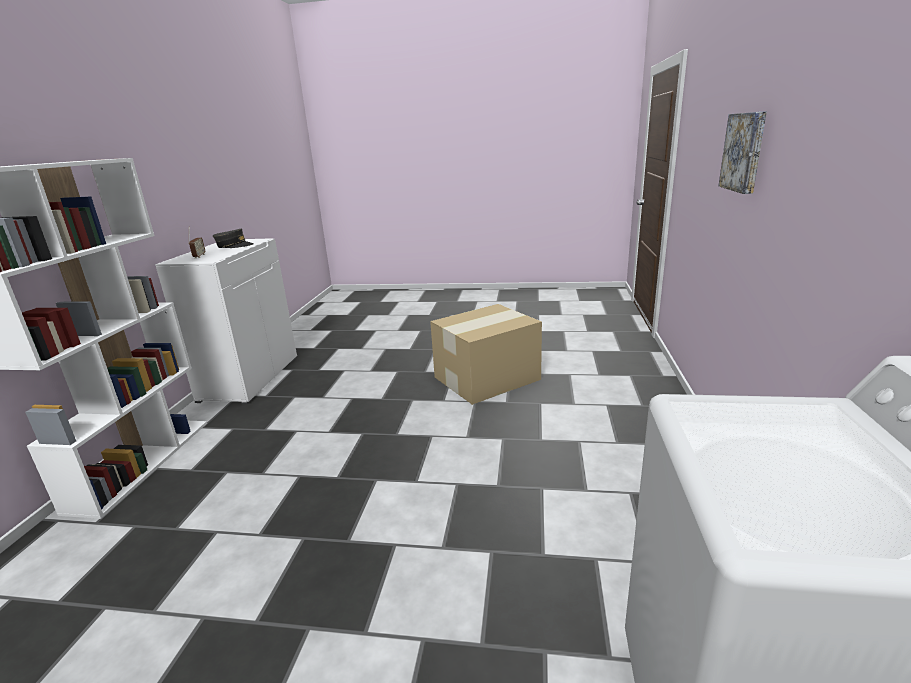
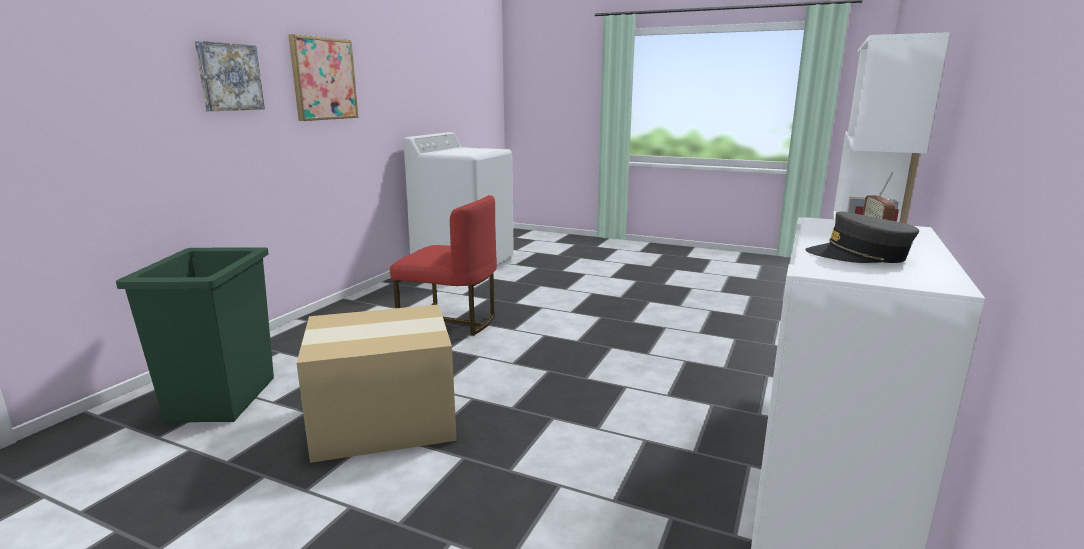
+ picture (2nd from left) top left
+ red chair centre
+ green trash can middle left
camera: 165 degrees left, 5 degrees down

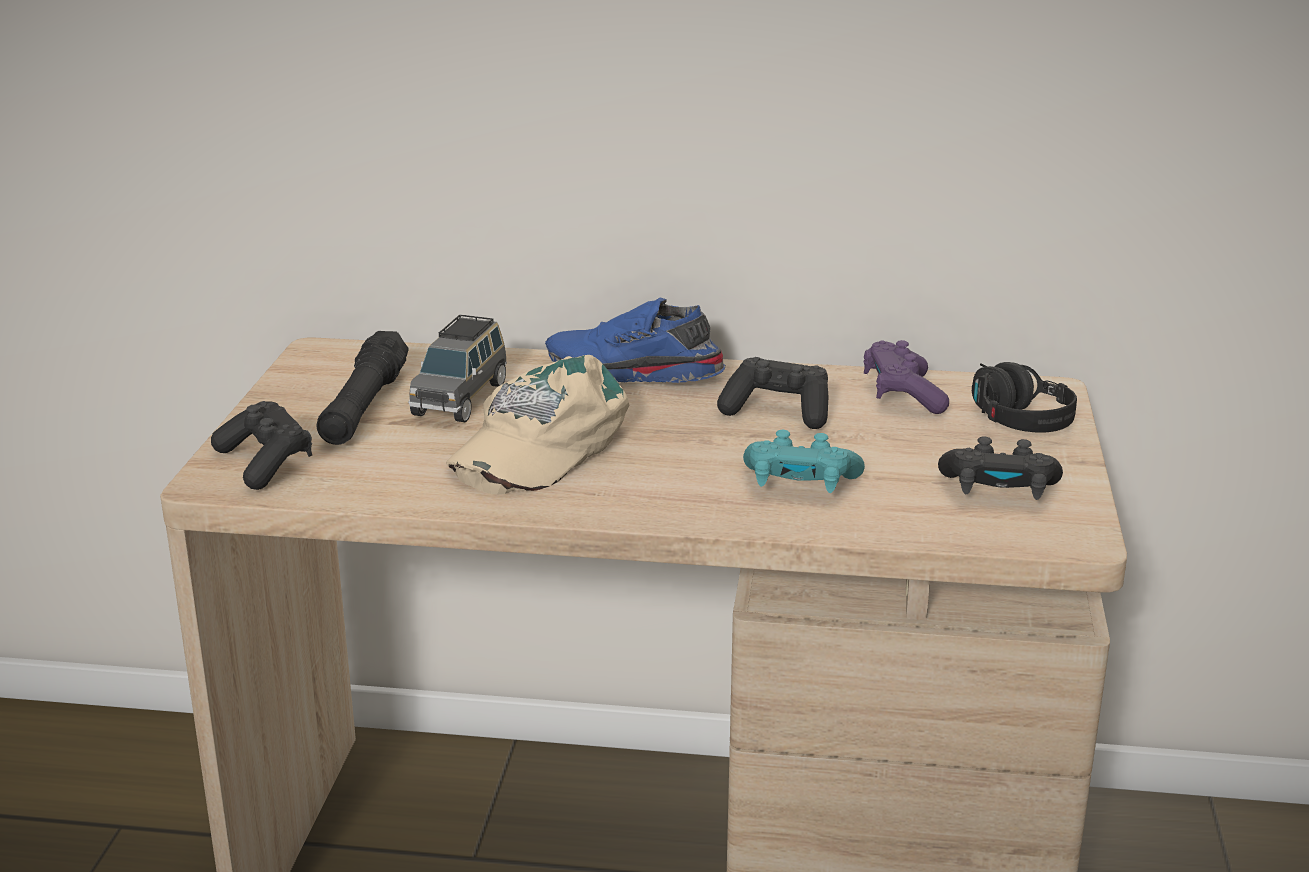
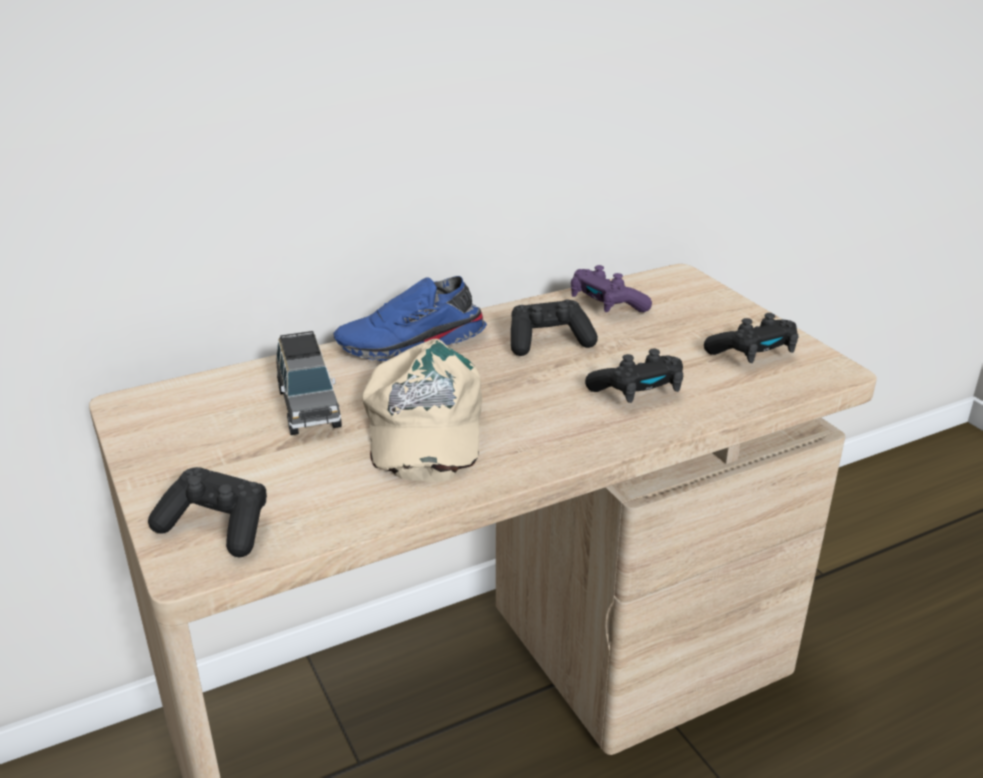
- black flashlight middle left
- black headphones middle right
~ turquoise game controller centre to black game controller (3rd from left) centre
camera: 35 degrees left, 5 degrees up

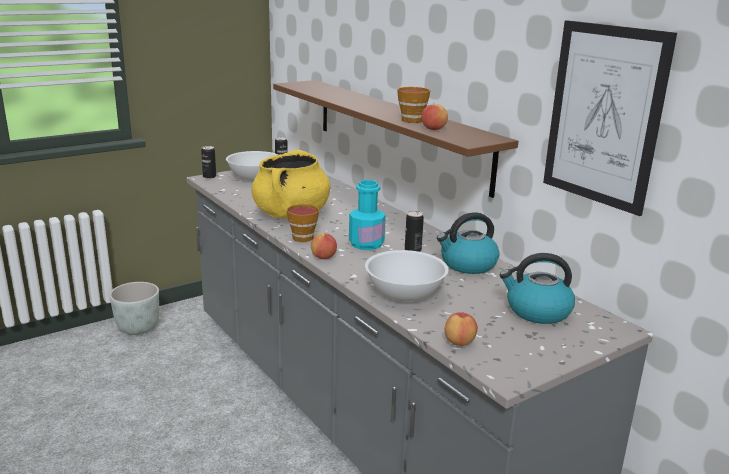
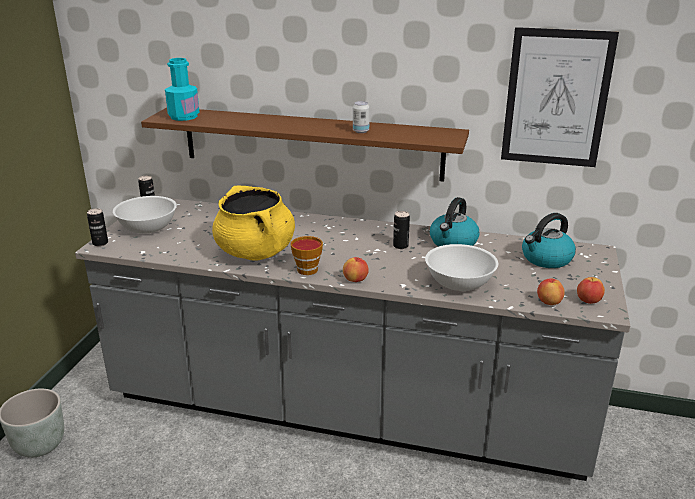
~ cup (2nd from left) top centre to can (3rd from left) top centre
~ apple (2nd from left in the first image) top centre to apple (3rd from left) middle right
~ turquoise bottle centre to top left
camera: 40 degrees left, 5 degrees up

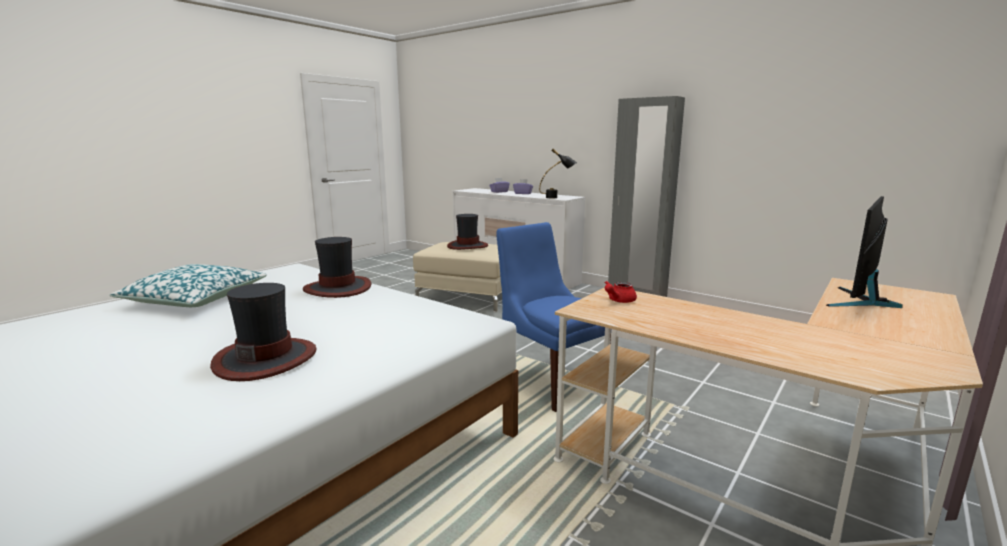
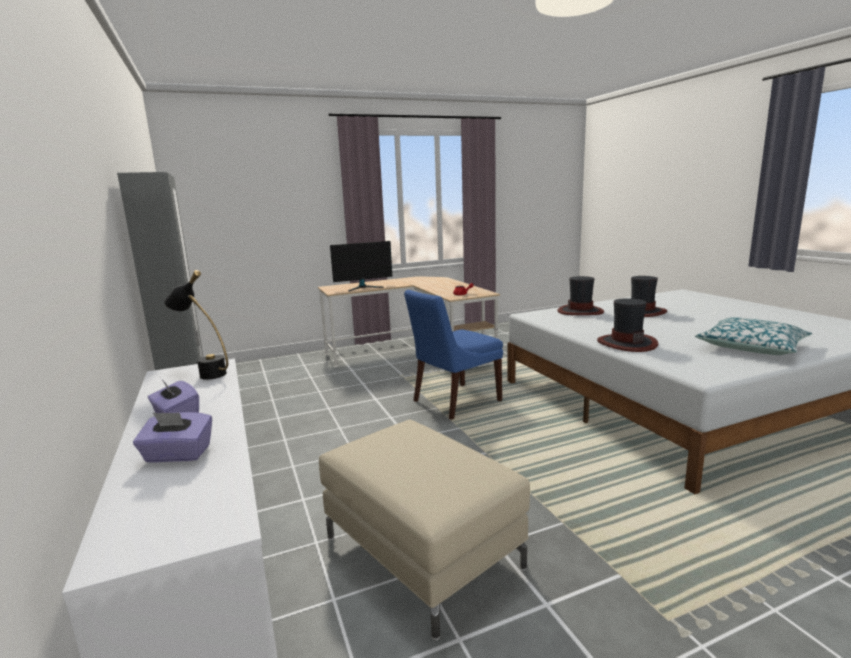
~ hat (3rd from left in the first image) centre to hat (1st from left) middle right
~ blue chair centre = centre 60 degrees clockwise
camera: 150 degrees left, 0 degrees up

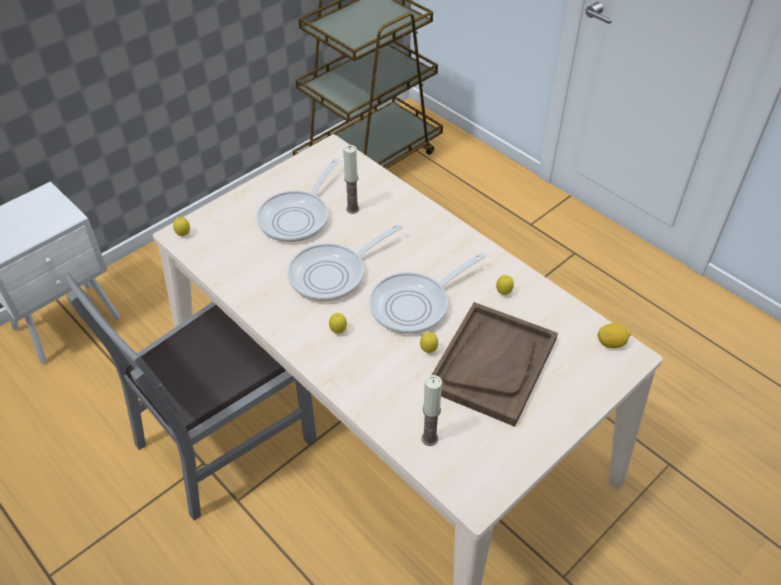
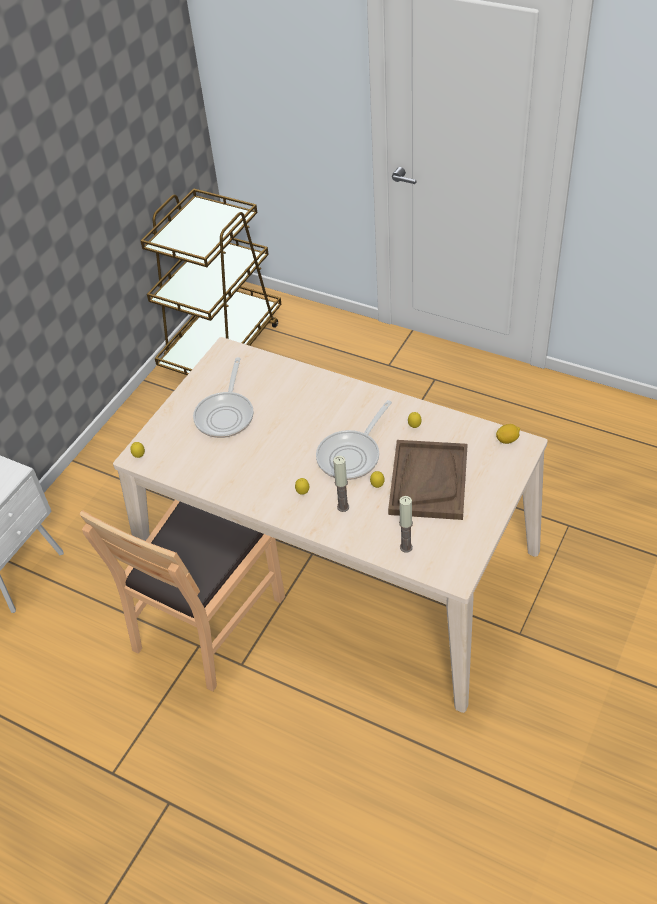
~ candle (1st from left) top centre to centre
- frying pan (2nd from left) centre
~ grey chair bottom left to brown chair middle left
camera: 15 degrees left, 0 degrees up

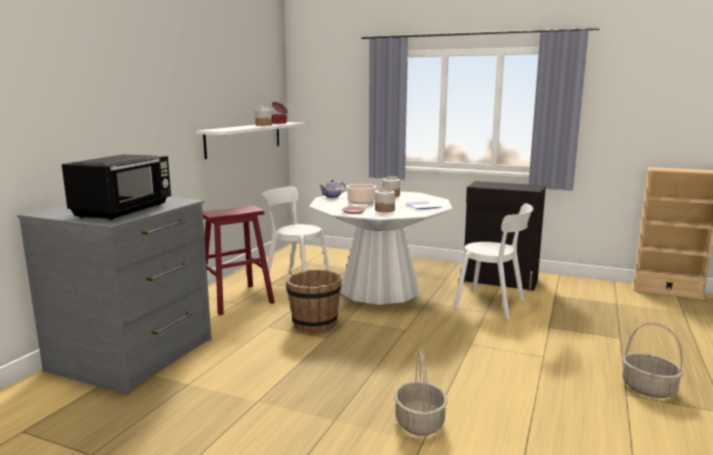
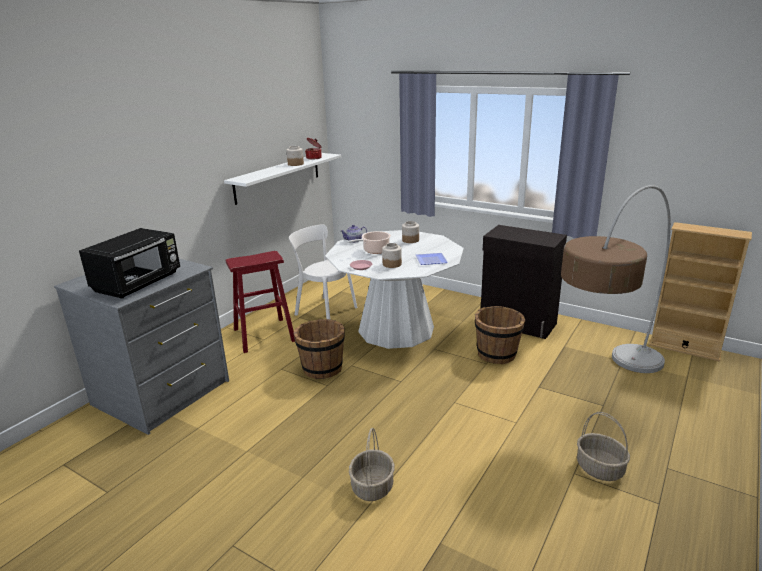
~ white chair (2nd from left) middle right to brown bucket (2nd from left) centre
+ floor lamp middle right
camera: 10 degrees right, 10 degrees up

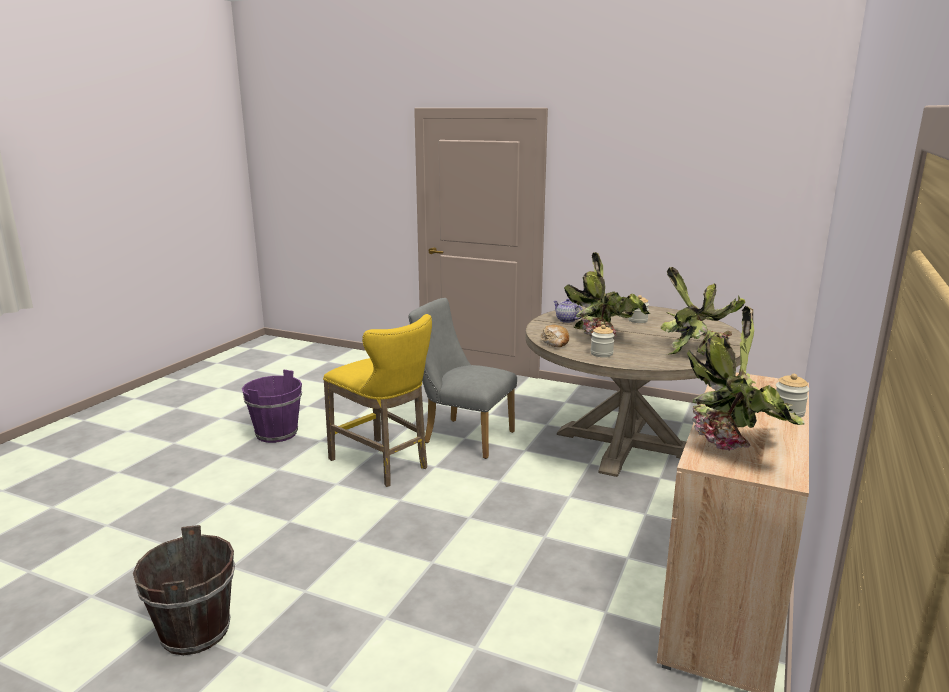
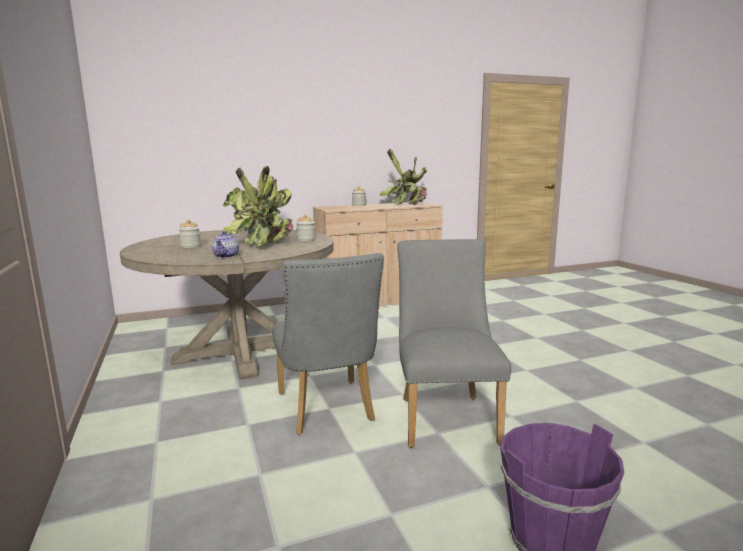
~ yellow stool centre to grey chair (2nd from left) centre
- bread centre
- brown bucket bottom left
camera: 135 degrees left, 5 degrees down

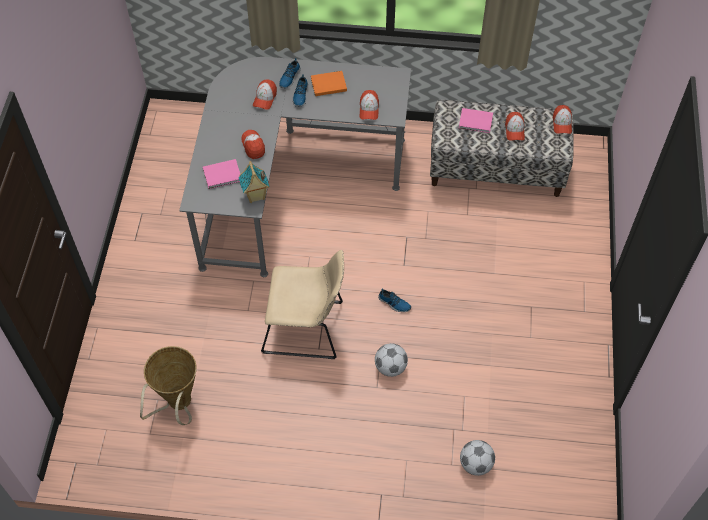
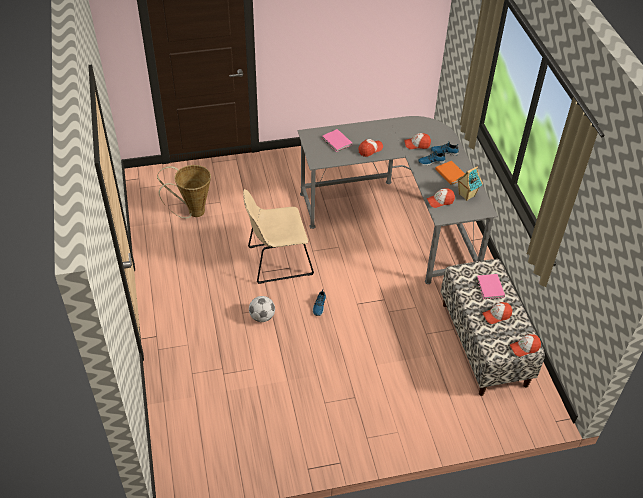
~ toy house centre to middle right
~ beige chair centre = centre 90 degrees clockwise
- football (2nd from left) bottom right
camera: 70 degrees right, 10 degrees down

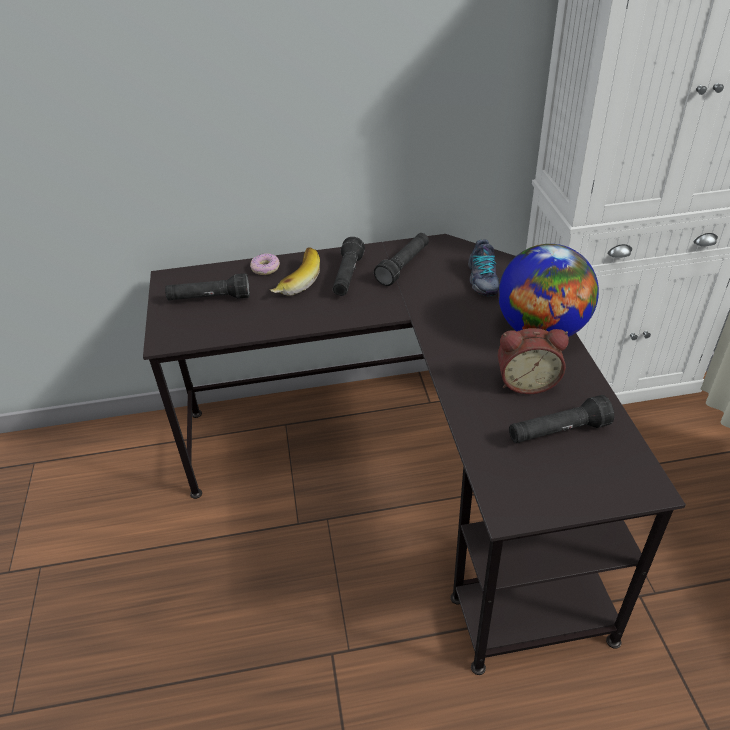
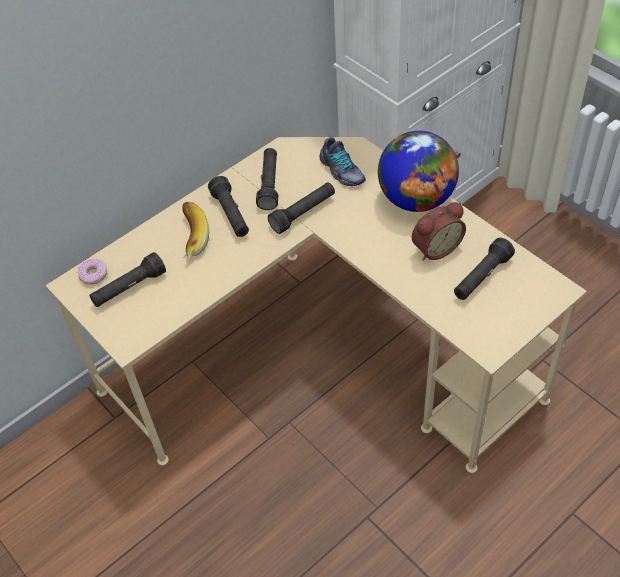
~ black desk centre to beige desk centre
~ donut centre to middle left
+ black flashlight (4th from left) centre
camera: 30 degrees left, 10 degrees up

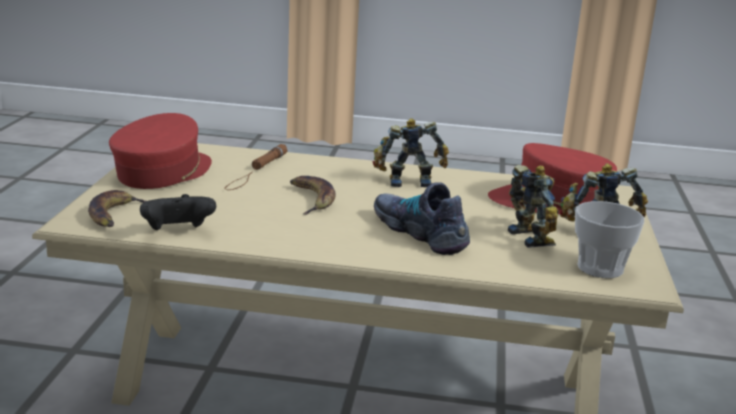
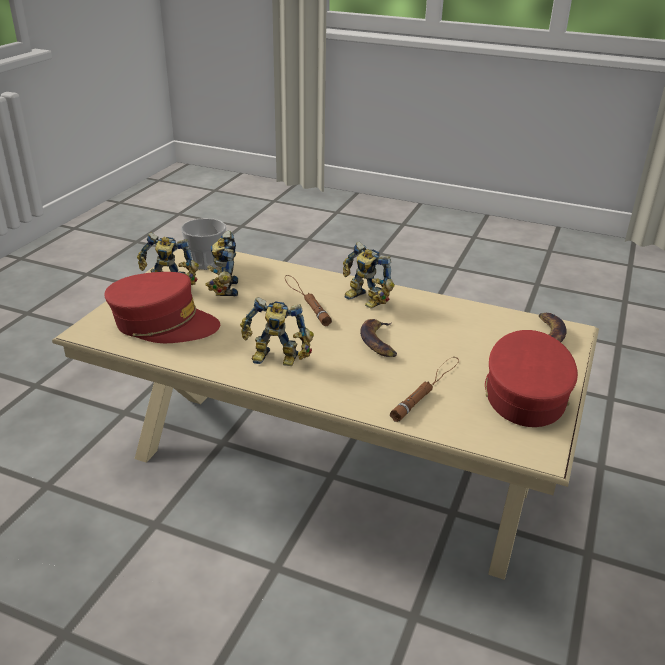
~ red cap (1st from left in the first image) middle left = middle right 150 degrees clockwise
~ shoe centre to brown flashlight (1st from left) centre
- black game controller middle left
+ toy robot (4th from left) centre
camera: 165 degrees left, 10 degrees up

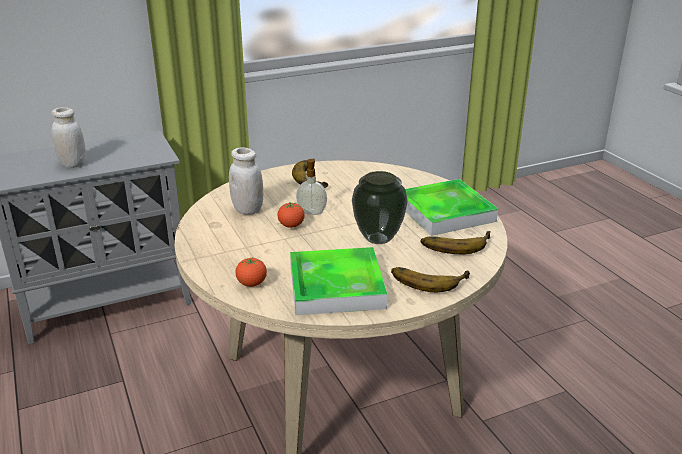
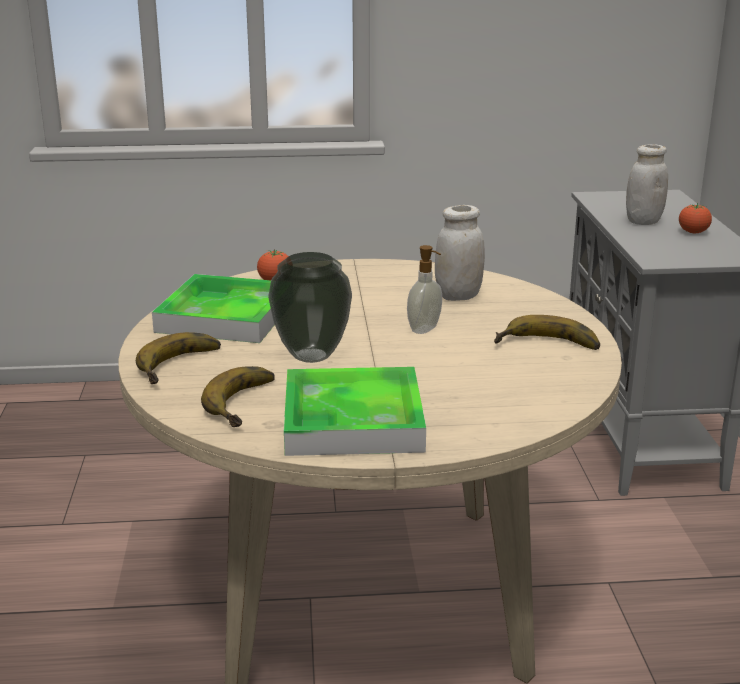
~ tomato (2nd from left) centre to top right
camera: 110 degrees right, 5 degrees down

